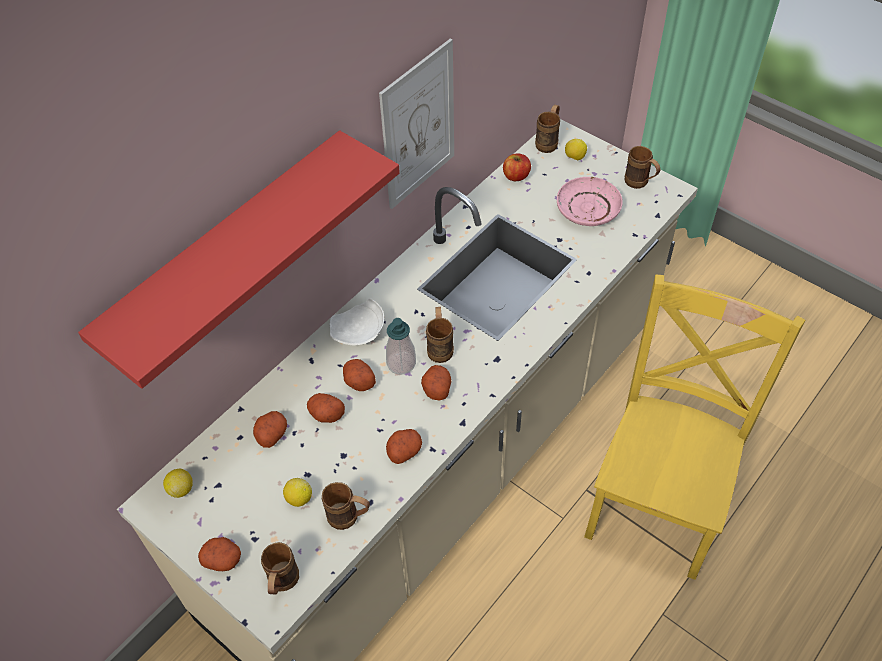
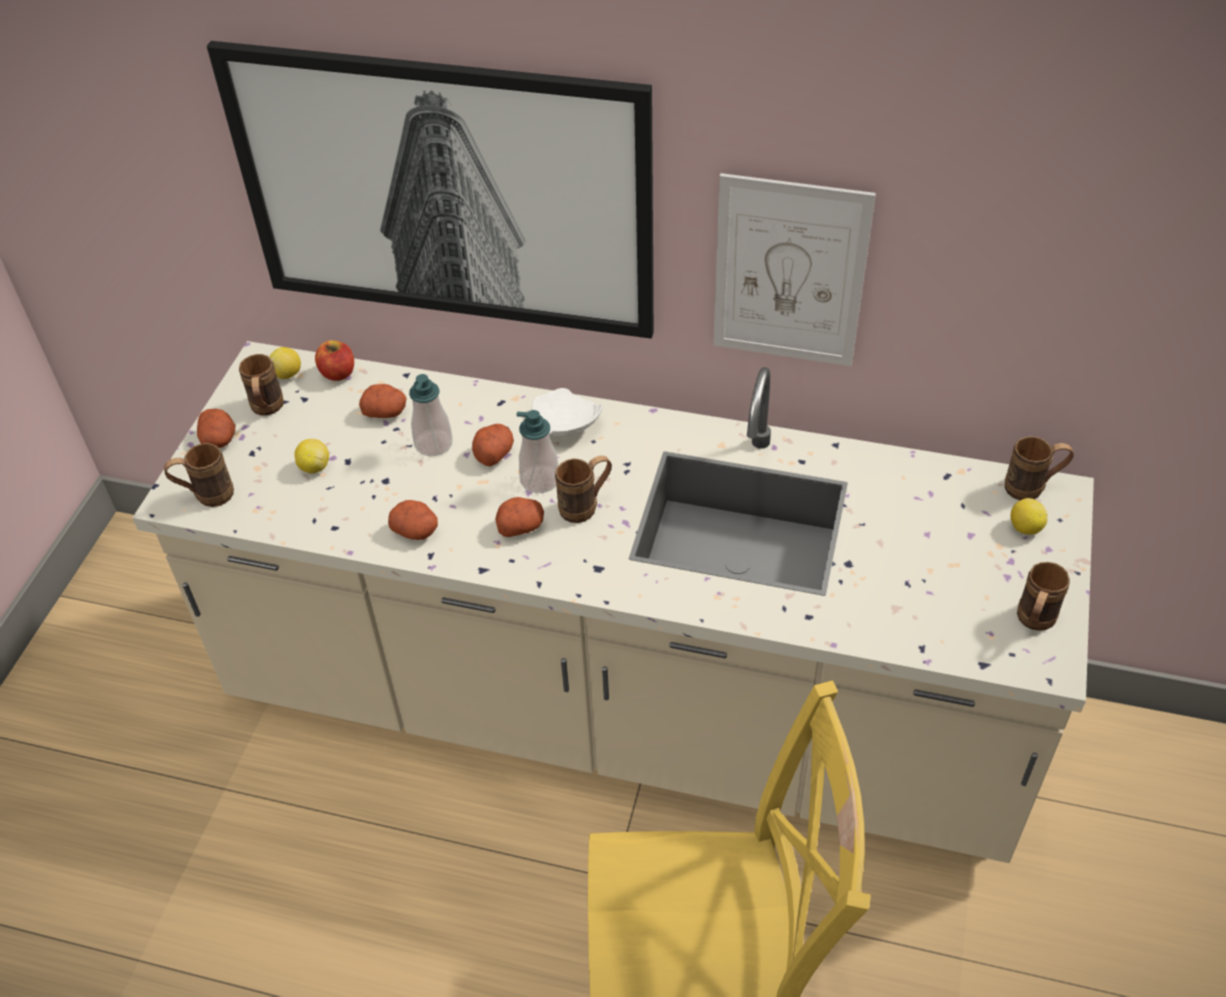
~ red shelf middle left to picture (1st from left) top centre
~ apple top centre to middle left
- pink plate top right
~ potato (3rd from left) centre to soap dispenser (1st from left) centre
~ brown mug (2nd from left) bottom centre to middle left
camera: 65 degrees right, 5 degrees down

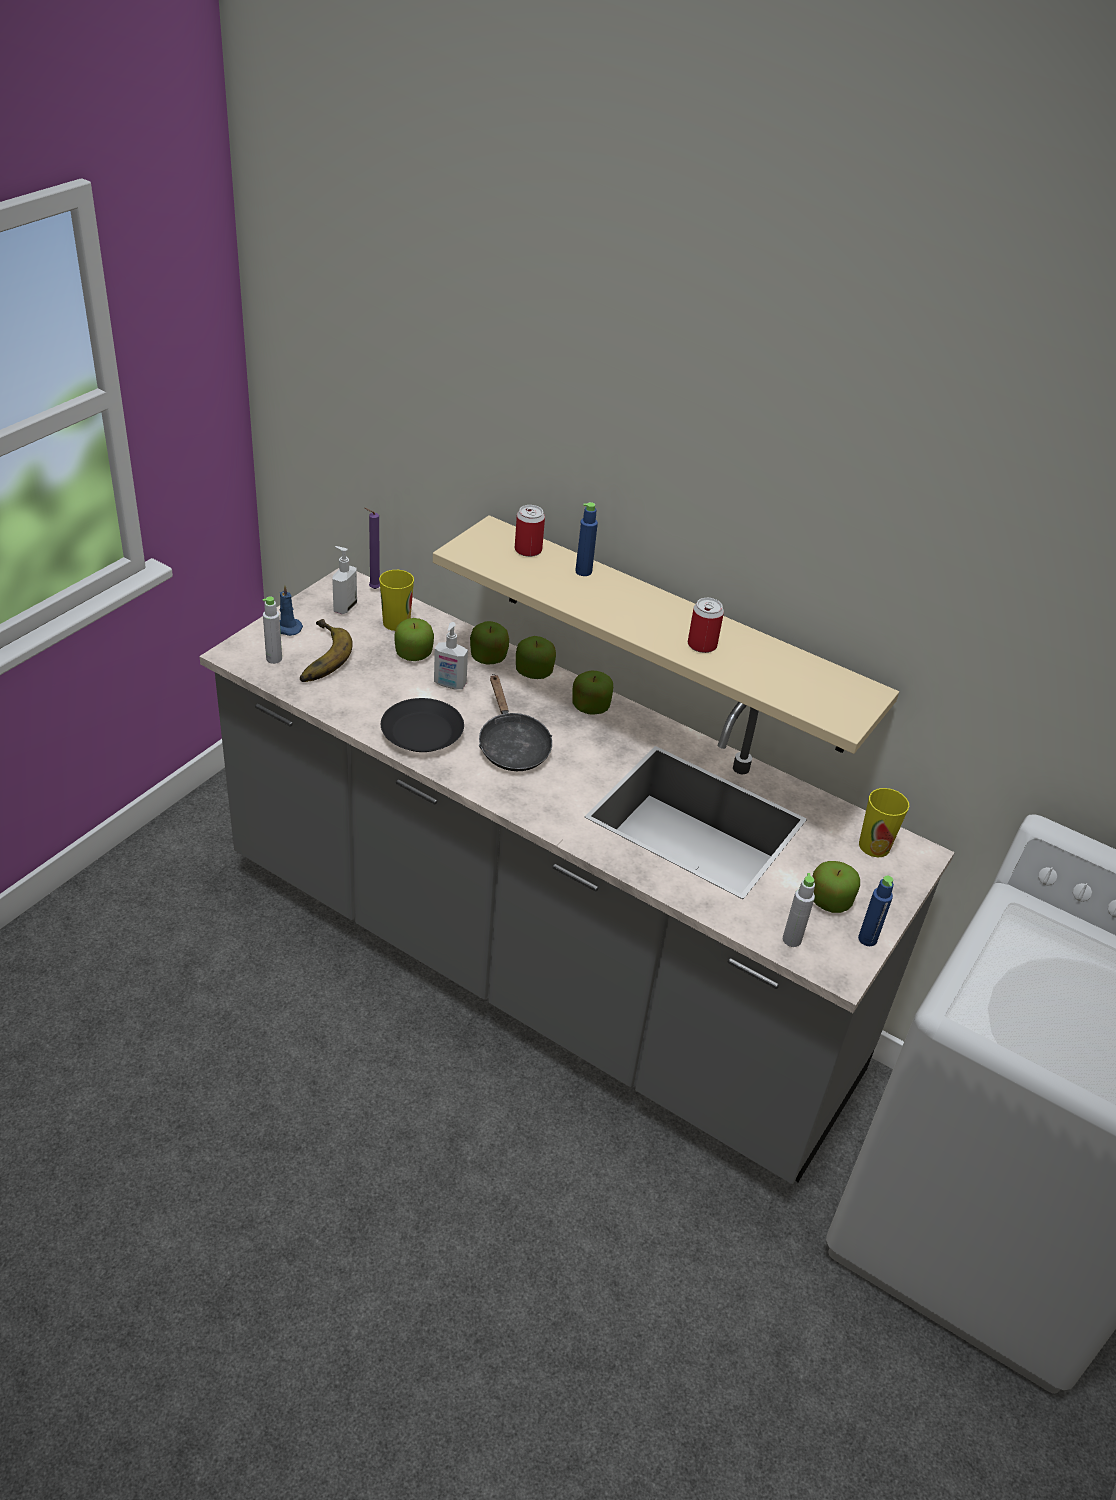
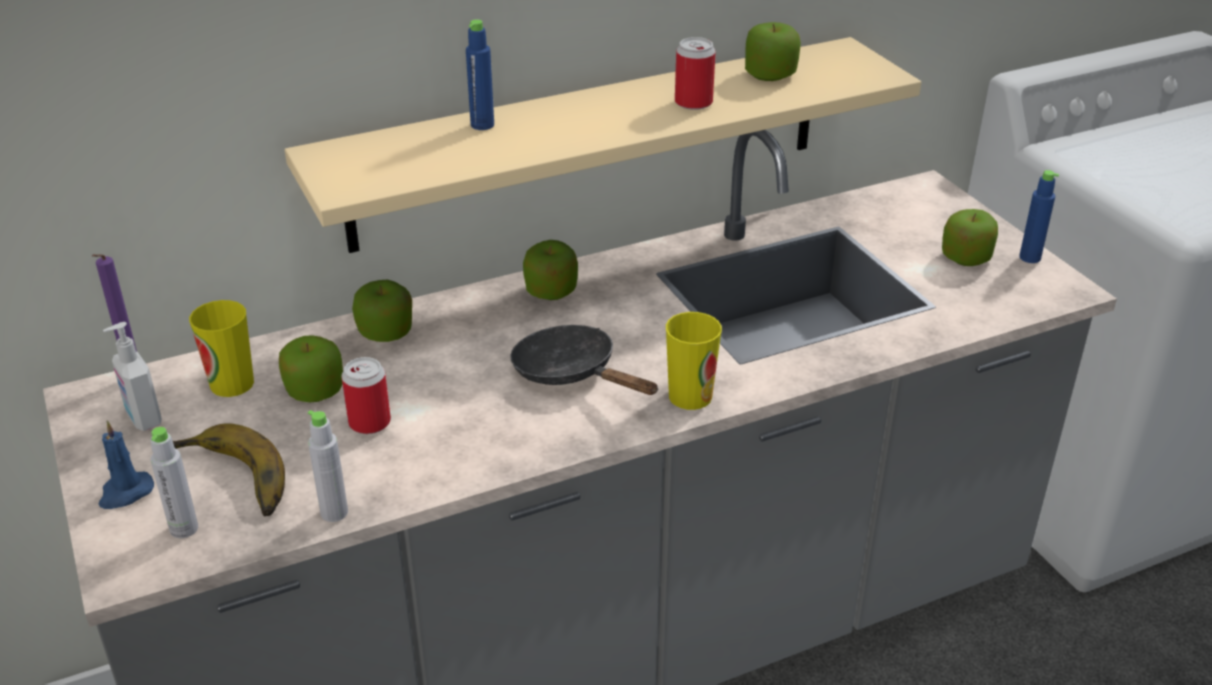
~ can (1st from left) centre to middle left
- soap dispenser (2nd from left) centre
~ apple (3rd from left in the first image) centre to apple (4th from left) top centre
~ black frying pan centre = centre 150 degrees counterclockwise
- black plate centre
~ cup (2nd from left) middle right to centre
~ grey bottle (2nd from left) middle right to bottom left
camera: 55 degrees left, 5 degrees down

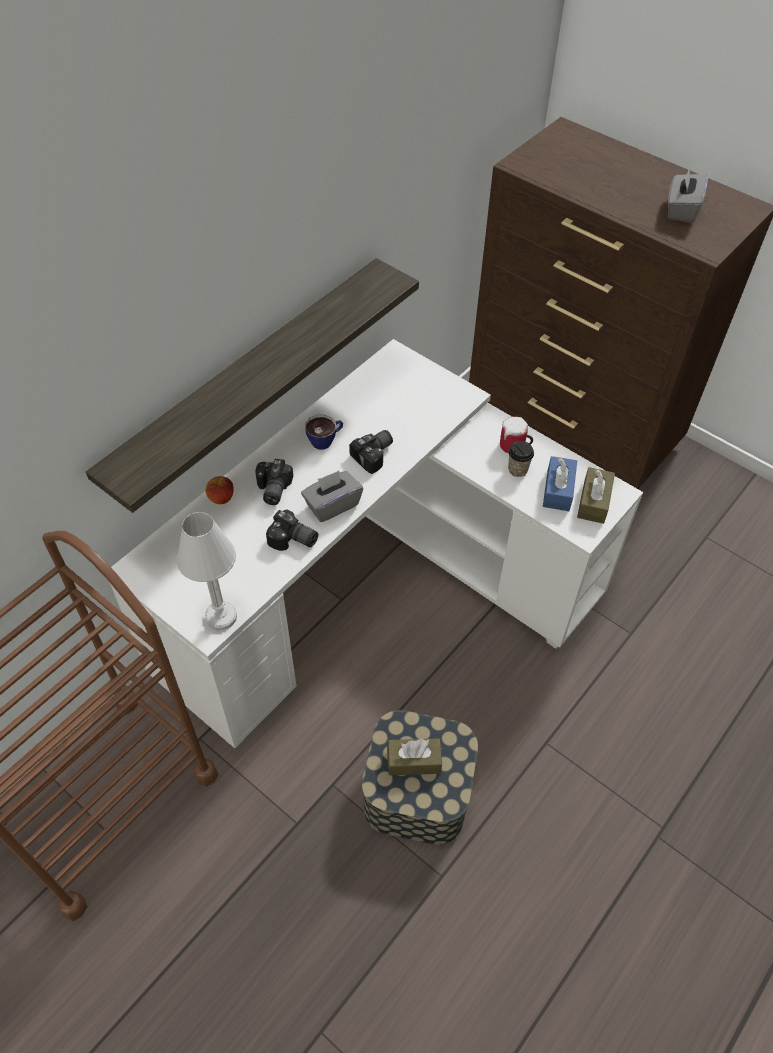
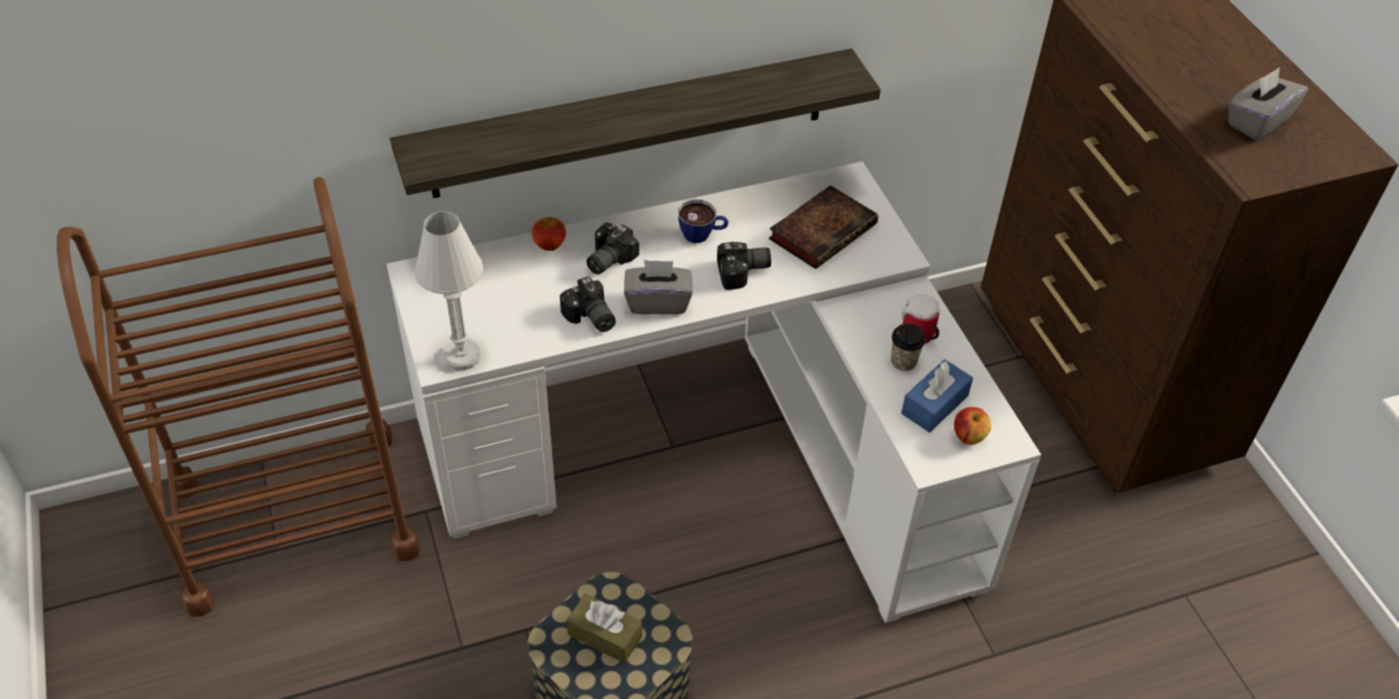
~ brown tissue box (2nd from left) middle right to apple (2nd from left) middle right
+ book top centre
camera: 30 degrees right, 5 degrees down

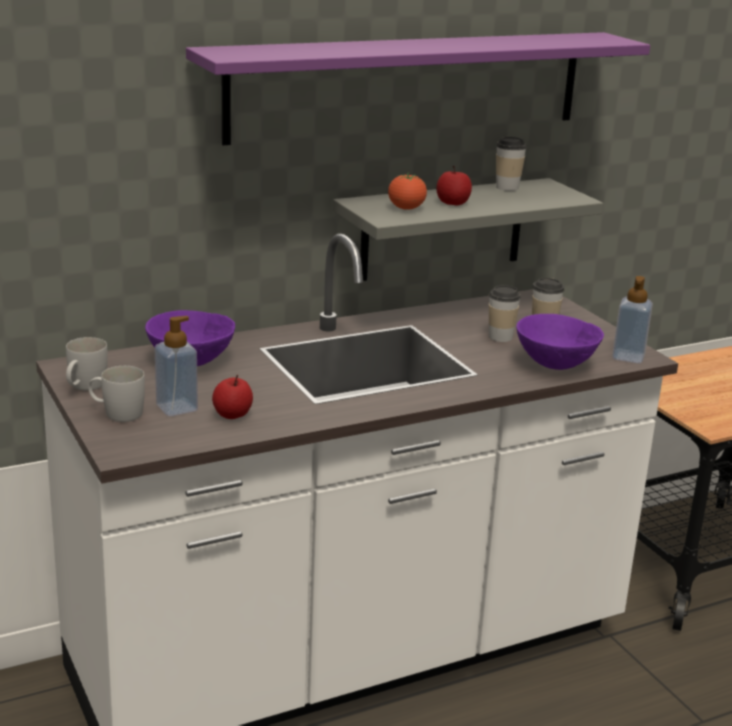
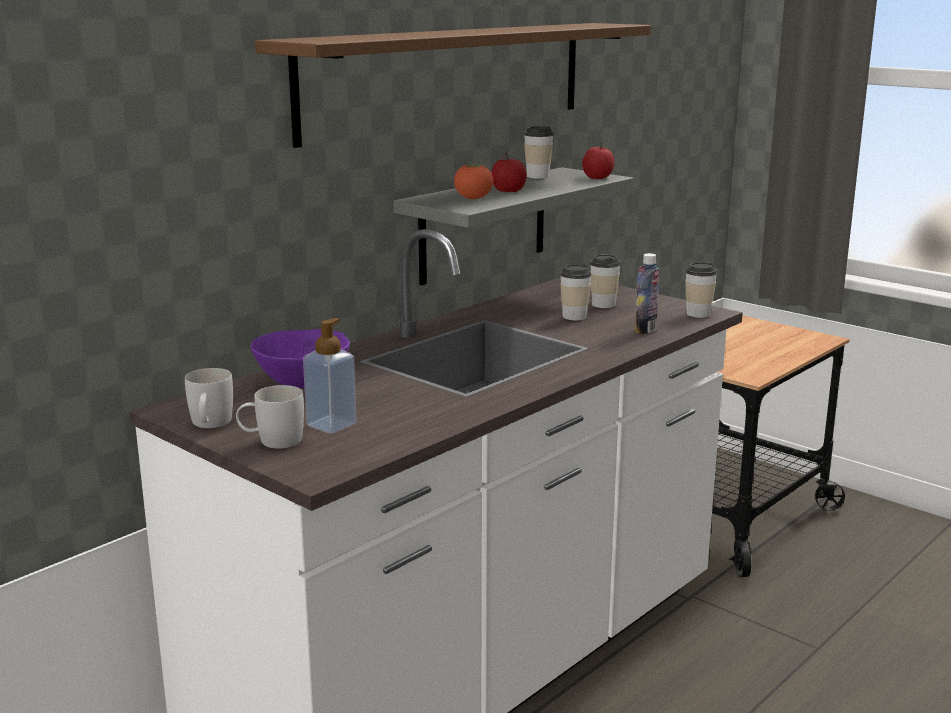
~ purple shelf top centre to brown shelf top centre
~ soap dispenser (2nd from left) middle right to cup (4th from left) middle right
~ purple bowl (2nd from left) middle right to bottle middle right
~ apple (1st from left in the first image) middle left to apple (2nd from left) top centre
camera: 20 degrees left, 5 degrees down

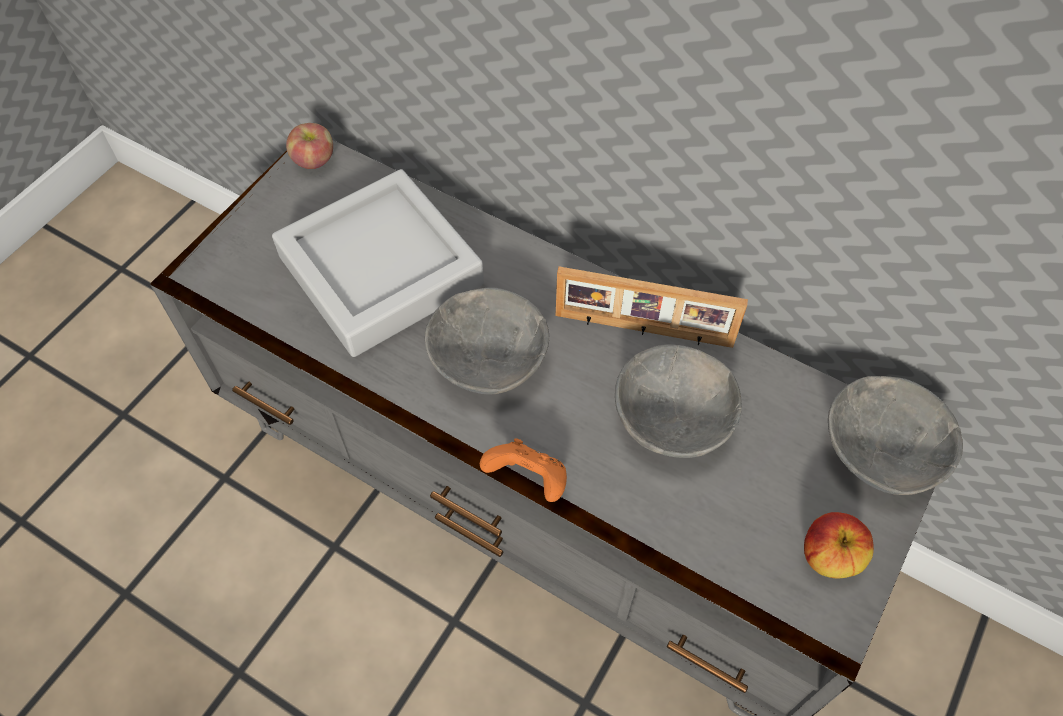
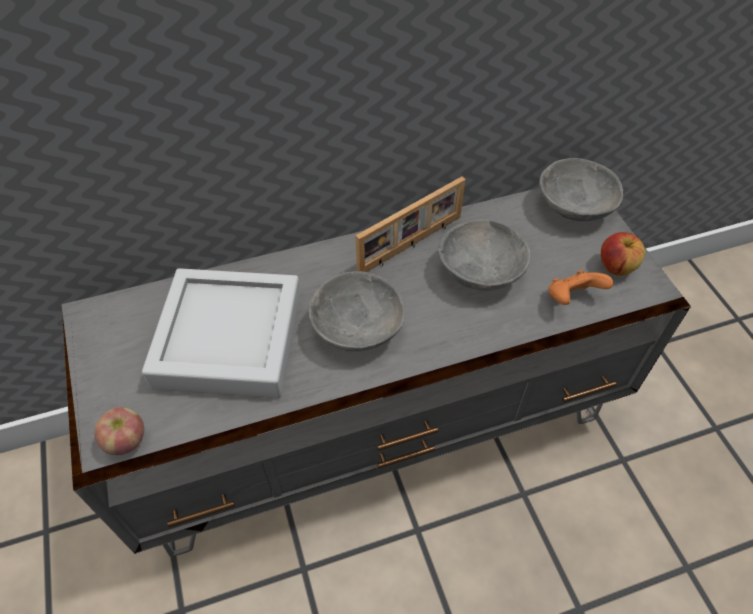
~ apple (1st from left) top left to bottom left
~ orange game controller centre to middle right
camera: 50 degrees left, 5 degrees down

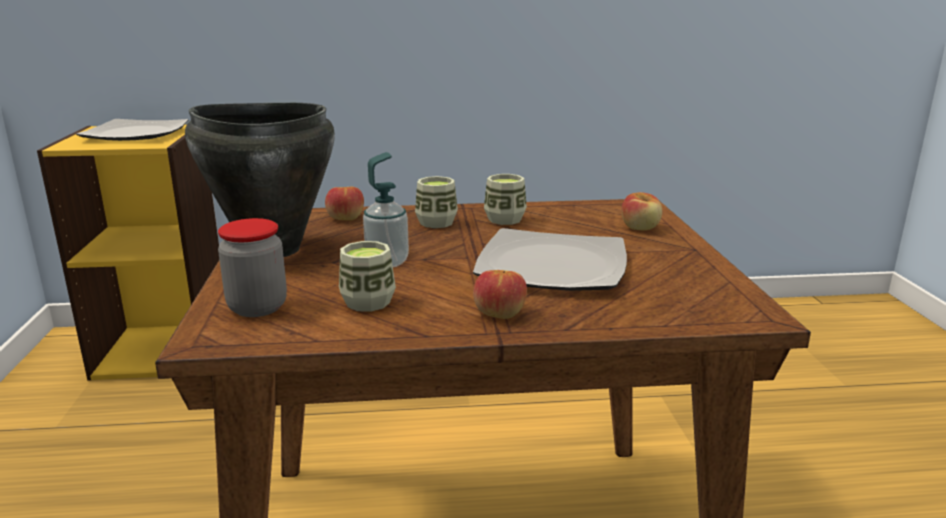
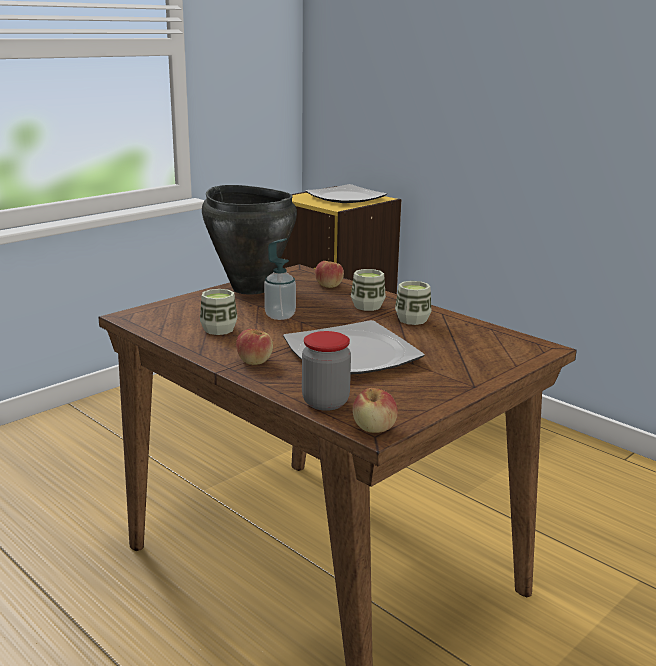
~ apple (3rd from left) middle right to centre
~ jar middle left to centre
camera: 50 degrees right, 0 degrees up

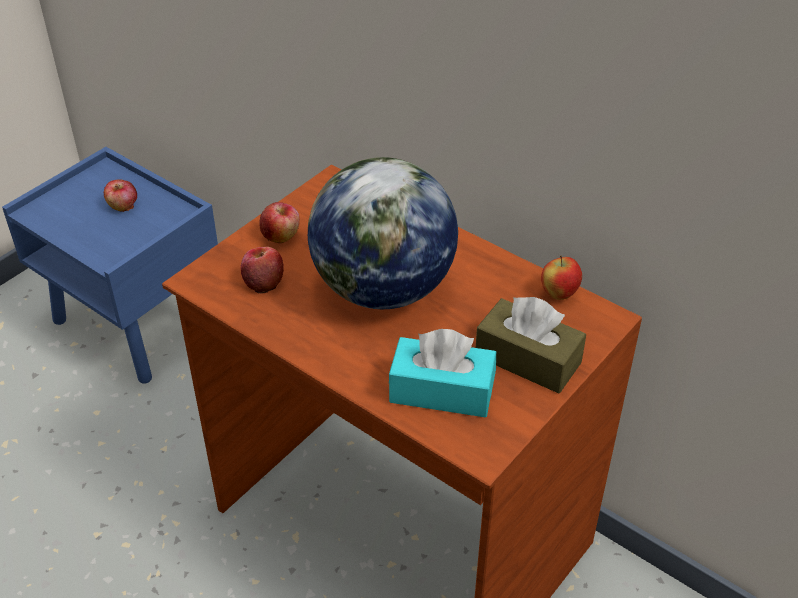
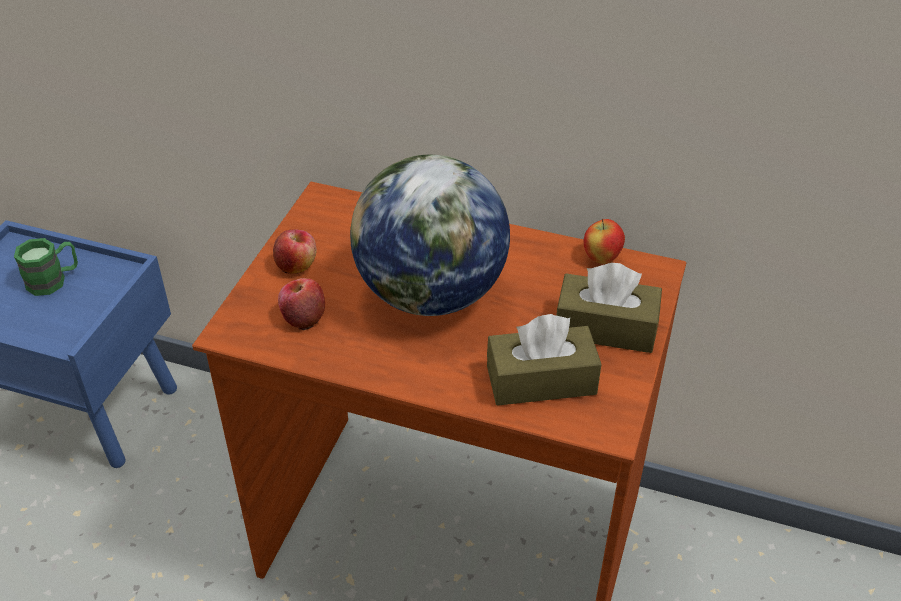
~ apple (1st from left) top left to green mug middle left
~ turquoise tissue box centre to brown tissue box (1st from left) centre
camera: 20 degrees left, 0 degrees up

